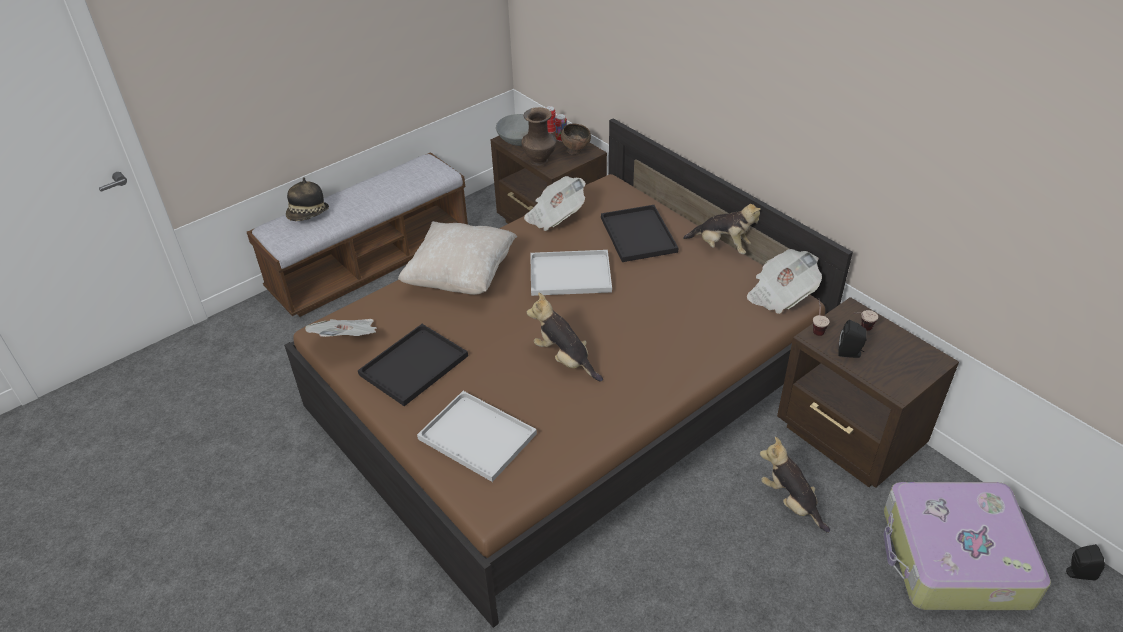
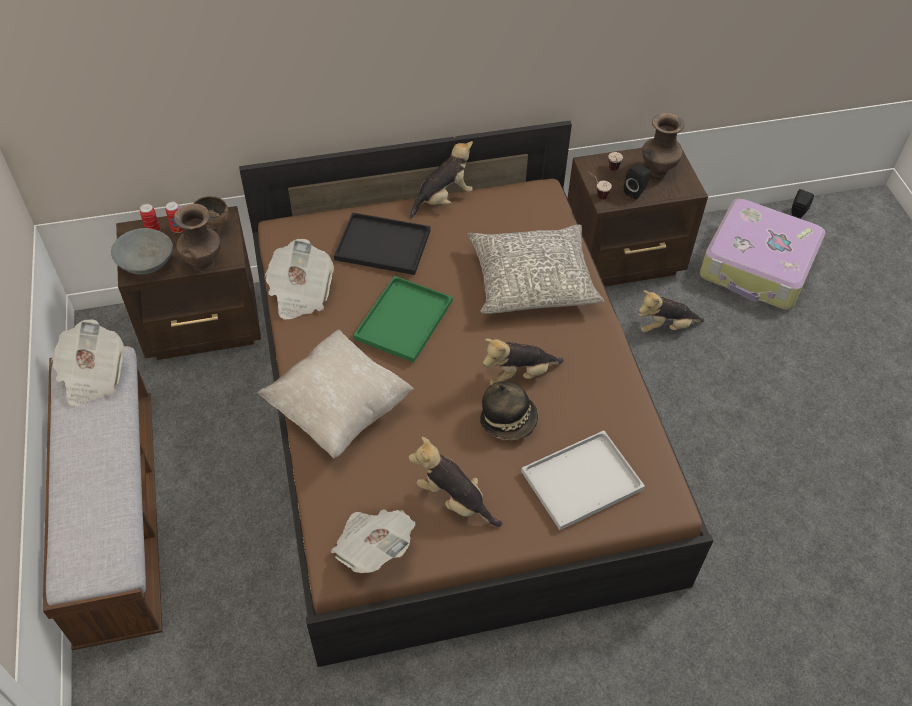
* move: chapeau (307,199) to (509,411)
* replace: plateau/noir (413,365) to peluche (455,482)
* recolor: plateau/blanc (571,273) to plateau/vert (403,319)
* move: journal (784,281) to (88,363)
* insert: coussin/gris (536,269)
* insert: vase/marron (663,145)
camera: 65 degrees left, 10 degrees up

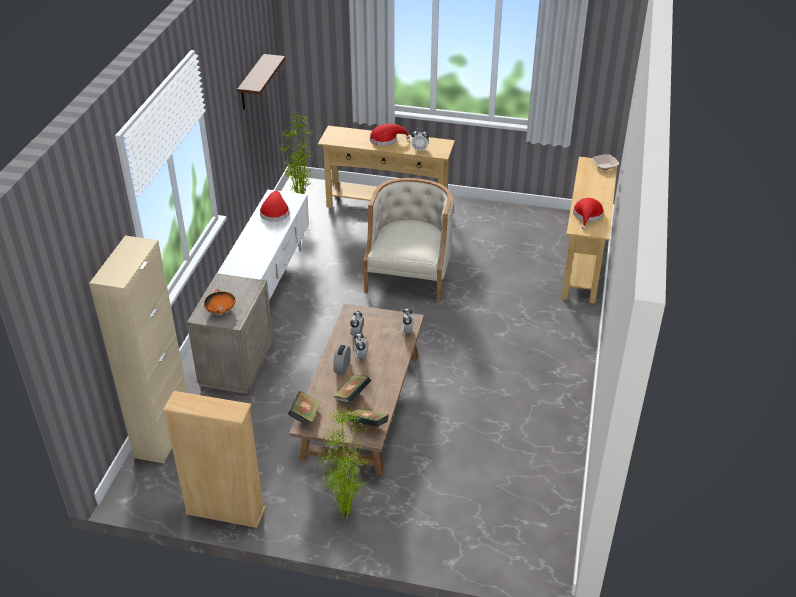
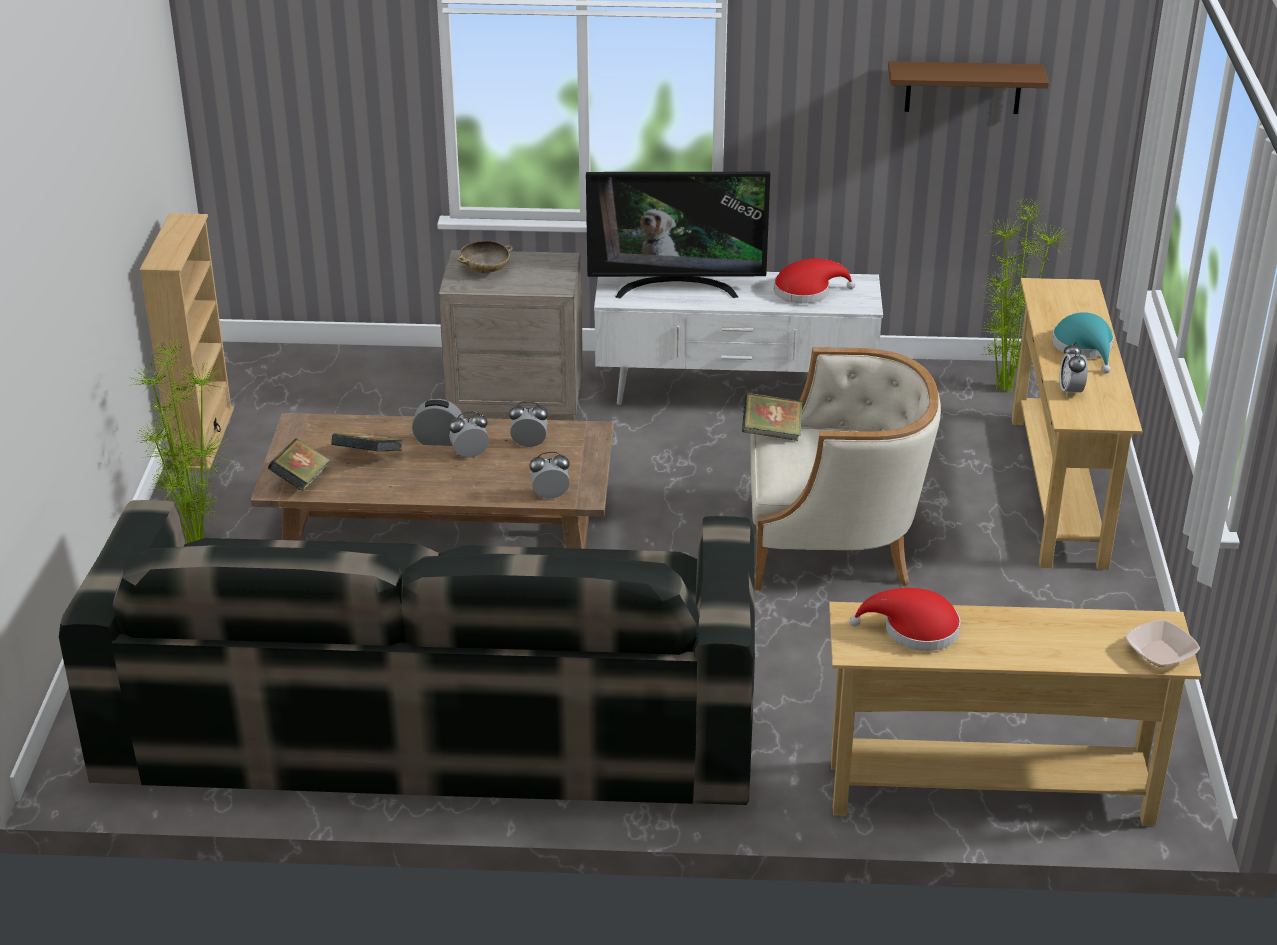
* delete: meuble de rangement/beige (138,350)
* recolor: bol/orange (220,301) to bol/beige (485,257)
* move: livre (304,409) to (772,416)
* recolor: chapeau/rouge (390,135) to chapeau/turquoise (1083,343)
* insert: canapé (407,652)
* insert: téléviseur (678,235)
camera: 80 degrees right, 5 degrees down

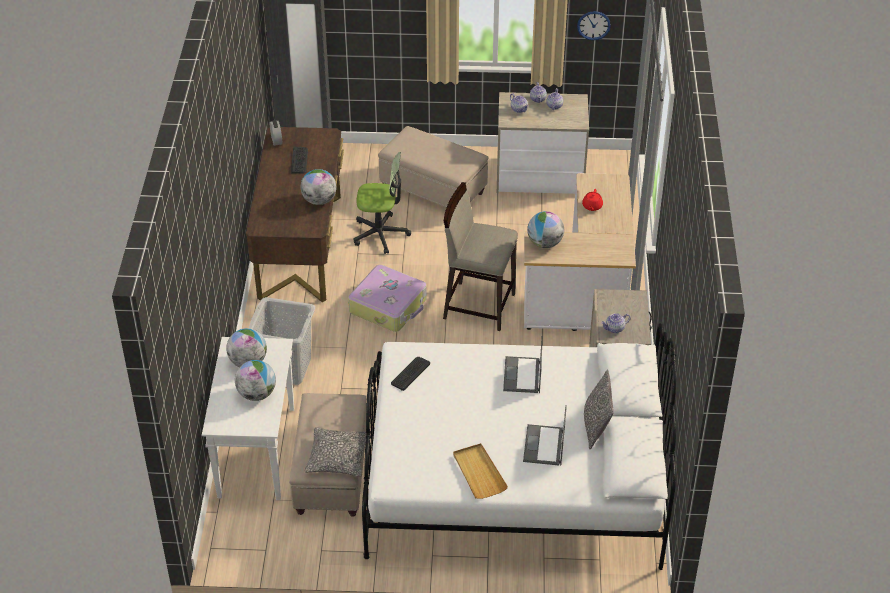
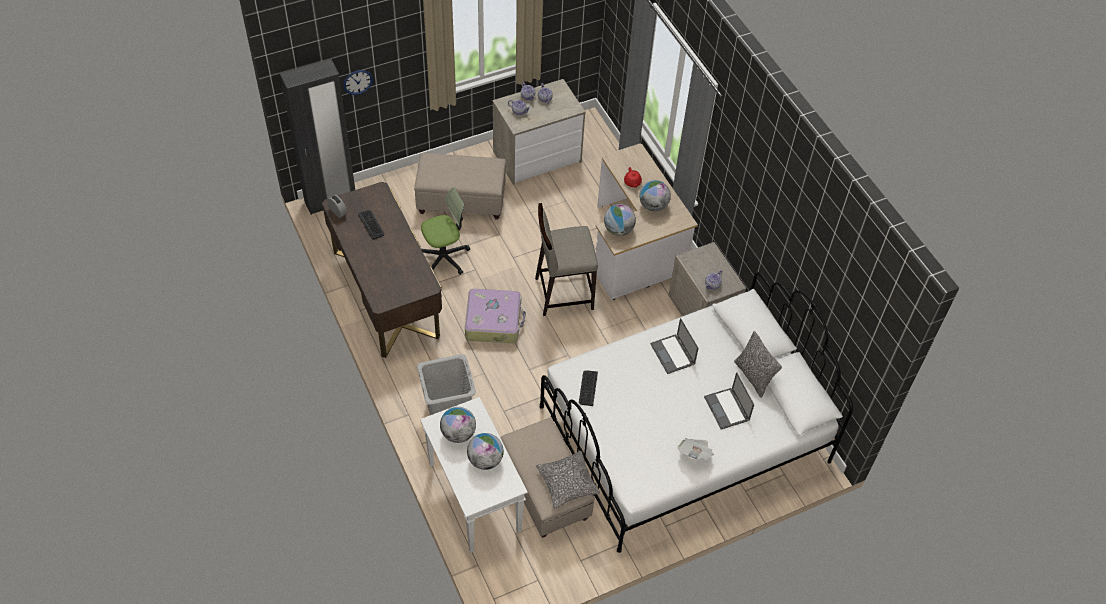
* move: globe (318,187) to (655,196)
* replace: plateau/beige (480,471) to journal (696,449)
* move: horloge murale (594,25) to (358,82)
camera: 30 degrees left, 10 degrees up

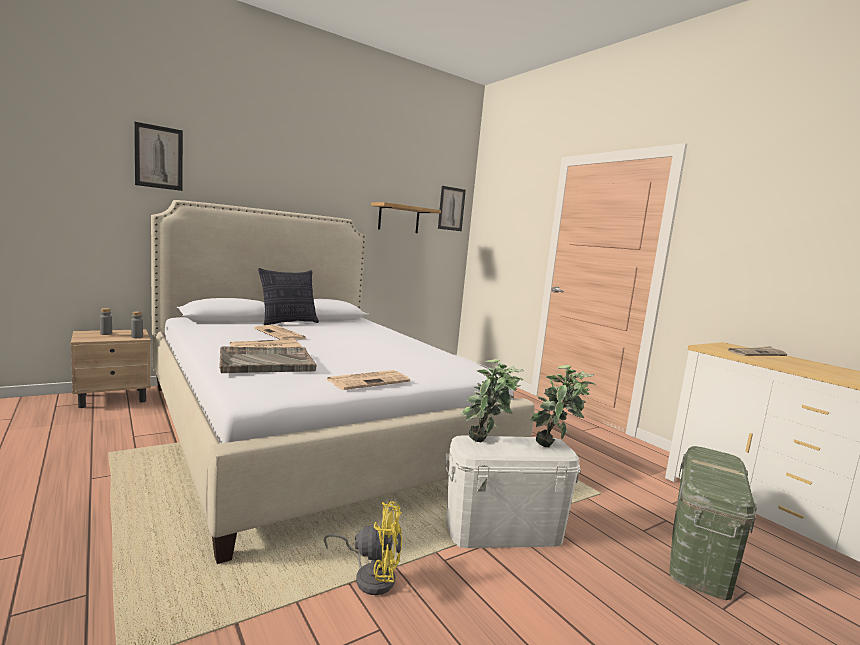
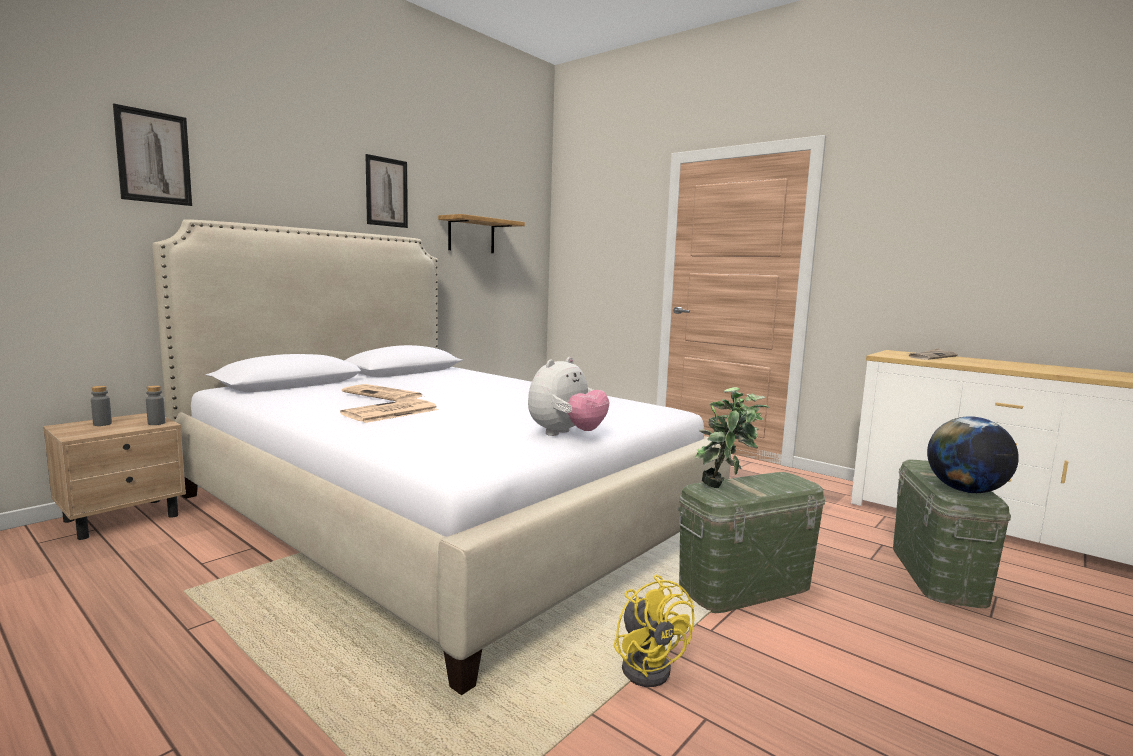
* delete: plateau/gris (267,359)
* delete: coussin (288,296)
* rotate: ventilateur/jaune (363,548) = (654,631) 75 degrees clockwise
* replace: journal (368,380) to peluche (568,396)
* move: tableau (452,208) to (386,191)
* recolor: boîte de rangement/blanc (513,491) to boîte de rangement/vert (751,542)
* delete: plante en pot (563,406)
* insert: globe (973,454)
camera: 15 degrees left, 0 degrees up

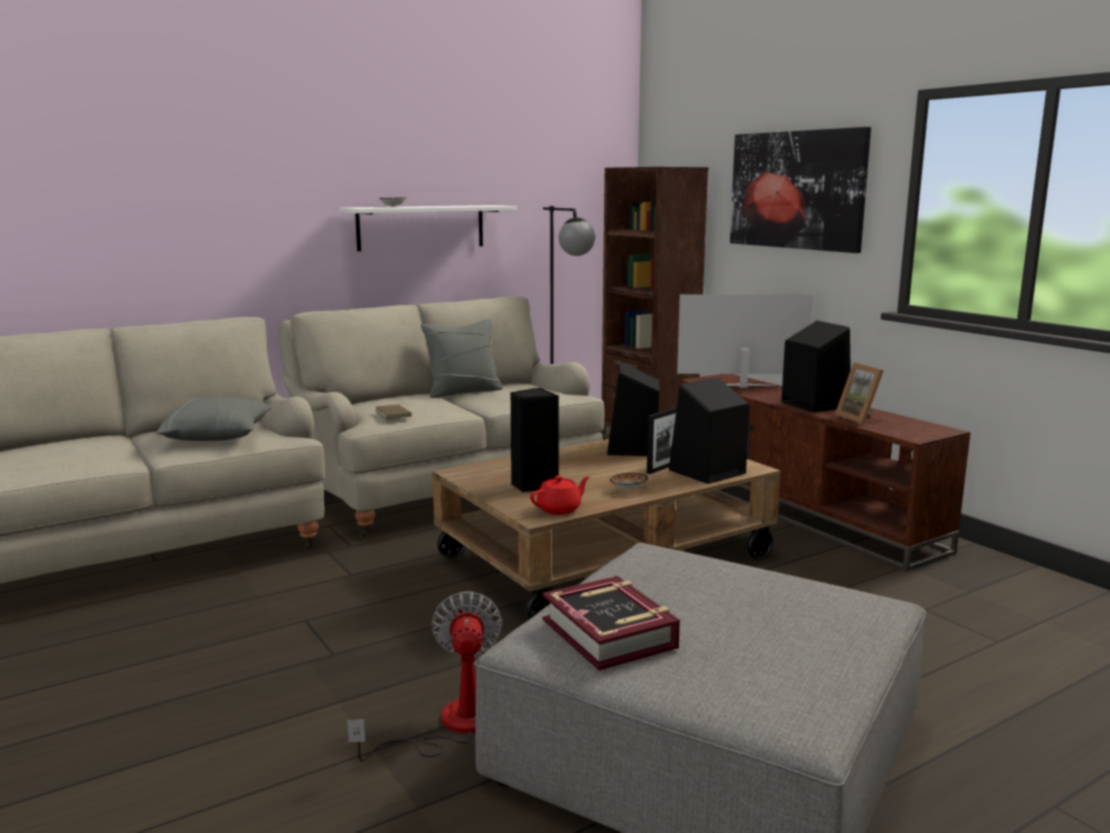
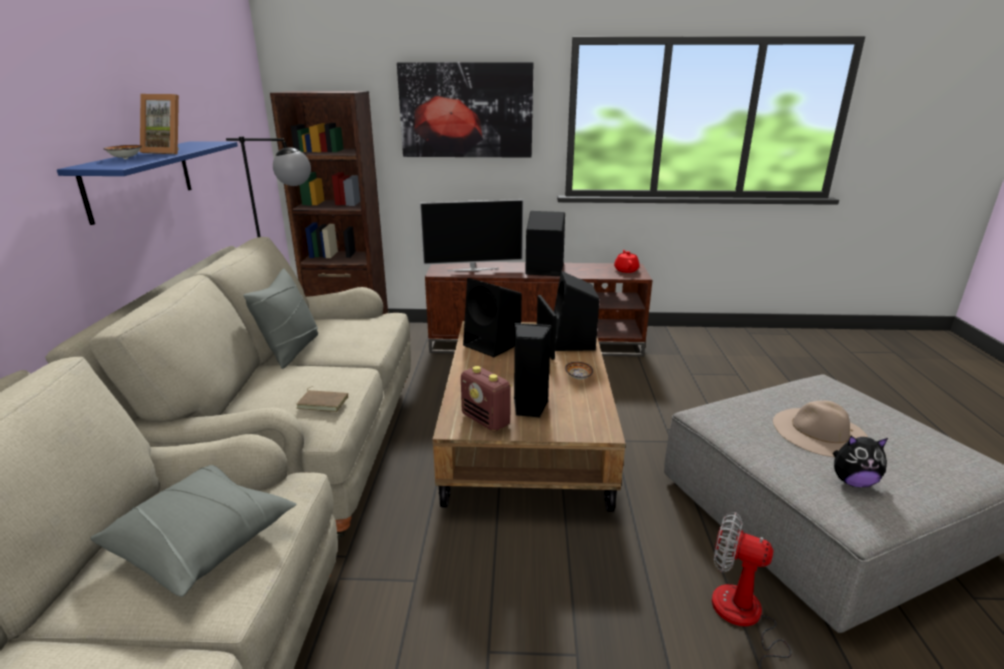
* recolor: étagère/blanc (428,228) to étagère/bleu (147,183)
* move: théière/rouge (560,495) to (627,261)
* replace: livre (611,623) to peluche (860,461)
* rotate: téléviseur (745,341) = (471,235) 135 degrees counterclockwise
* move: cadre photo (859,393) to (159,124)
* insert: radio (486,399)
* insert: chapeau/beige (820,429)
camera: 55 degrees left, 10 degrees up

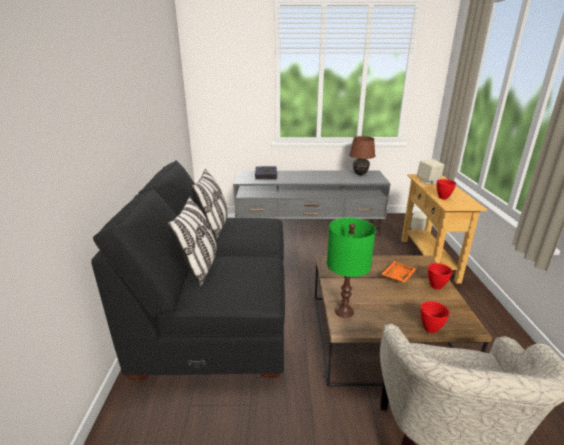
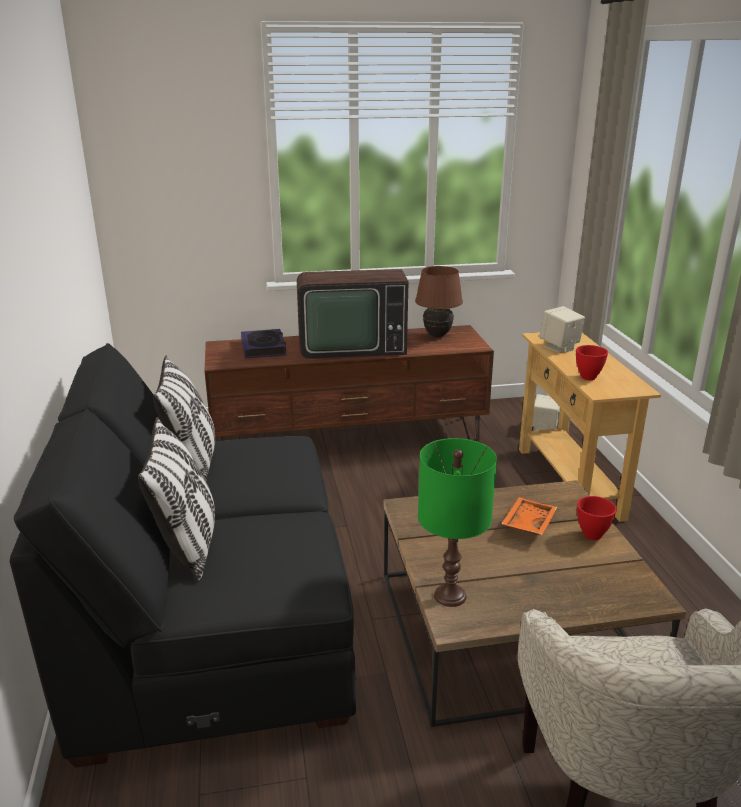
* recolor: meuble télé/gris (312,202) to meuble télé/marron (349,383)
* delete: bol/rouge (435,317)
* insert: téléviseur (353,314)
camera: 10 degrees left, 0 degrees up

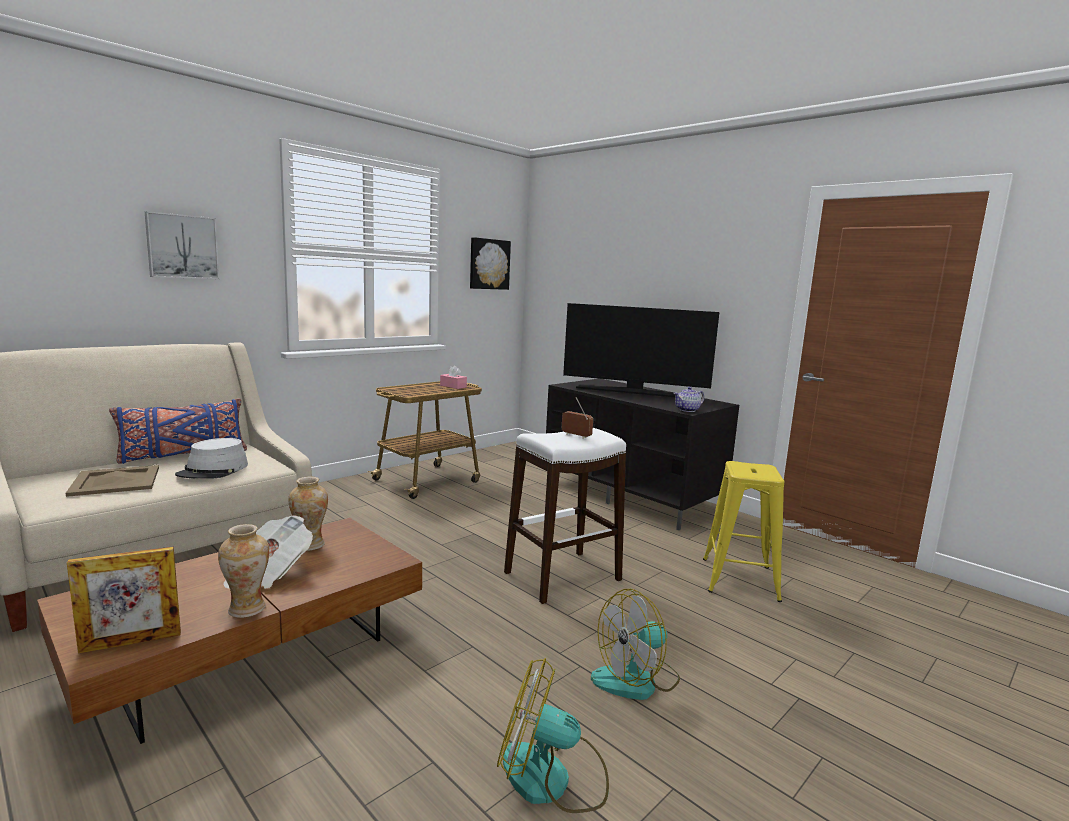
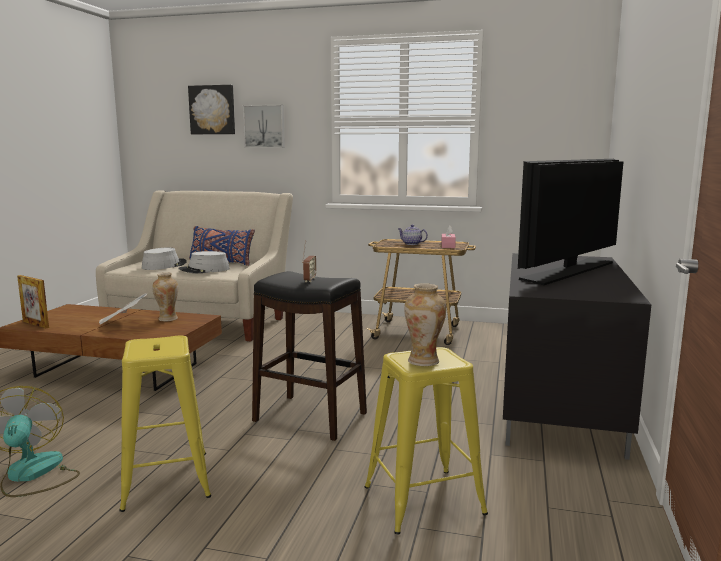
* replace: plateau/beige (112,481) to chapeau/gris (164,258)
* move: vase (243,571) to (425,324)
* move: tableau (490,263) to (211,109)
* recolor: tabouret/blanc (565,516) to tabouret/noir (309,356)
* rotate: téléviseur (641,350) = (571,222) 60 degrees clockwise
* replace: ventilateur (635,644) to tabouret/jaune (165,423)
* move: théière (688,399) to (412,235)
camera: 60 degrees right, 0 degrees up

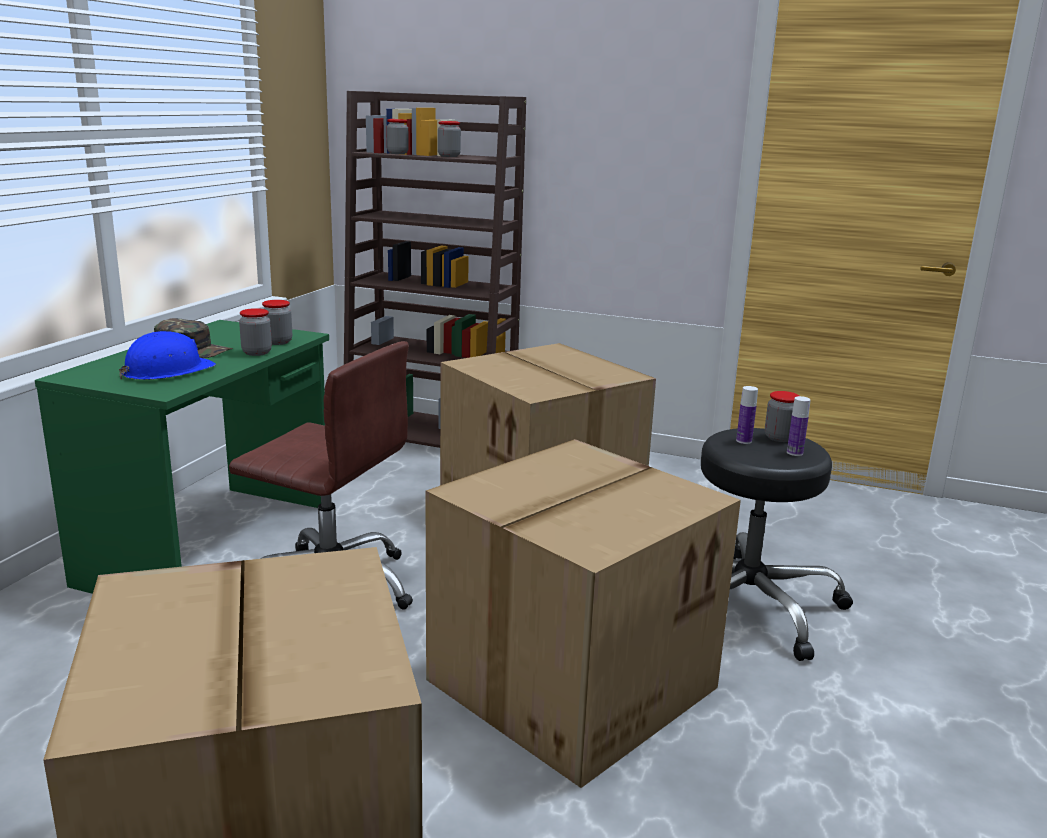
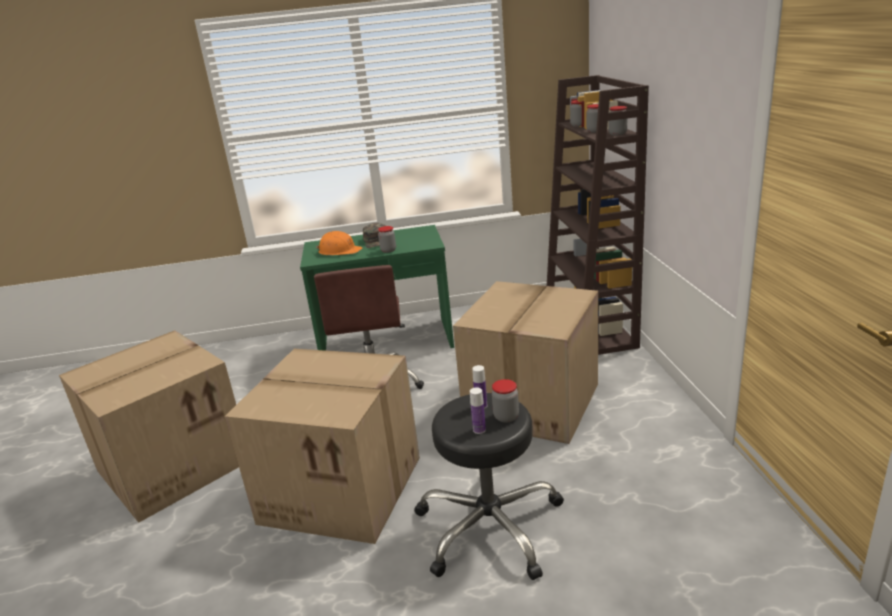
* recolor: casque de chantier/bleu (167,355) to casque de chantier/orange (339,243)
* move: bocal (277,322) to (617,120)
camera: 65 degrees right, 5 degrees up

